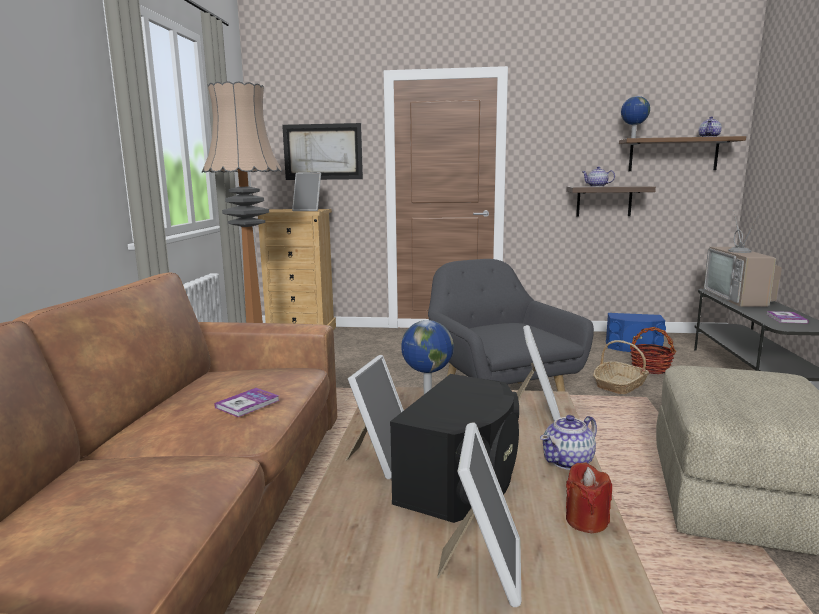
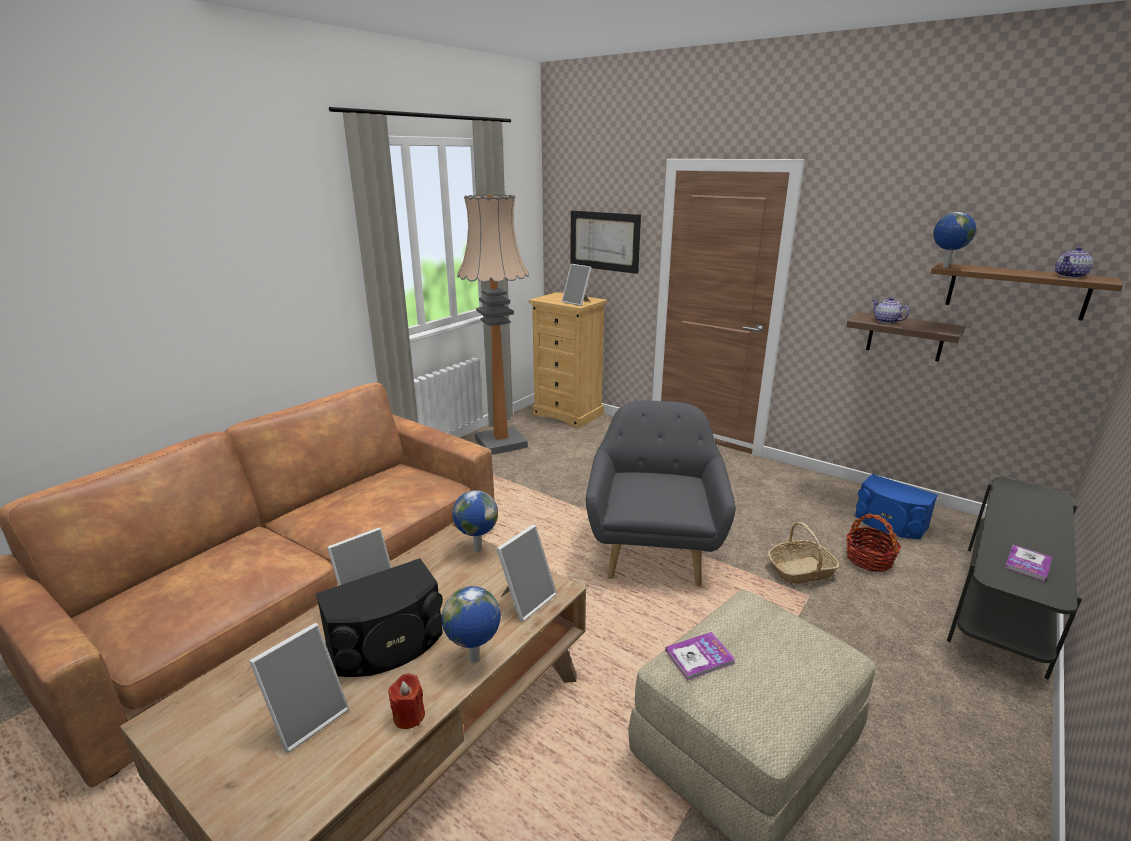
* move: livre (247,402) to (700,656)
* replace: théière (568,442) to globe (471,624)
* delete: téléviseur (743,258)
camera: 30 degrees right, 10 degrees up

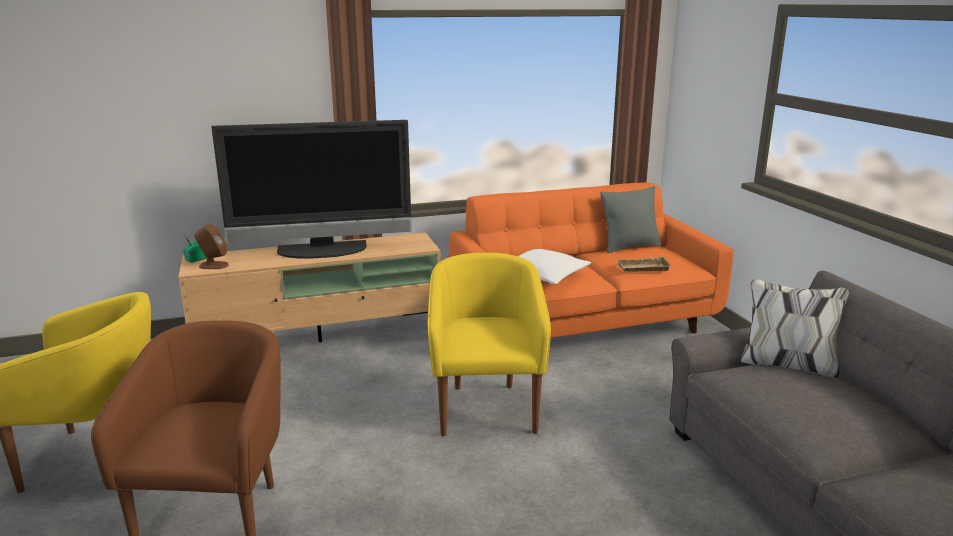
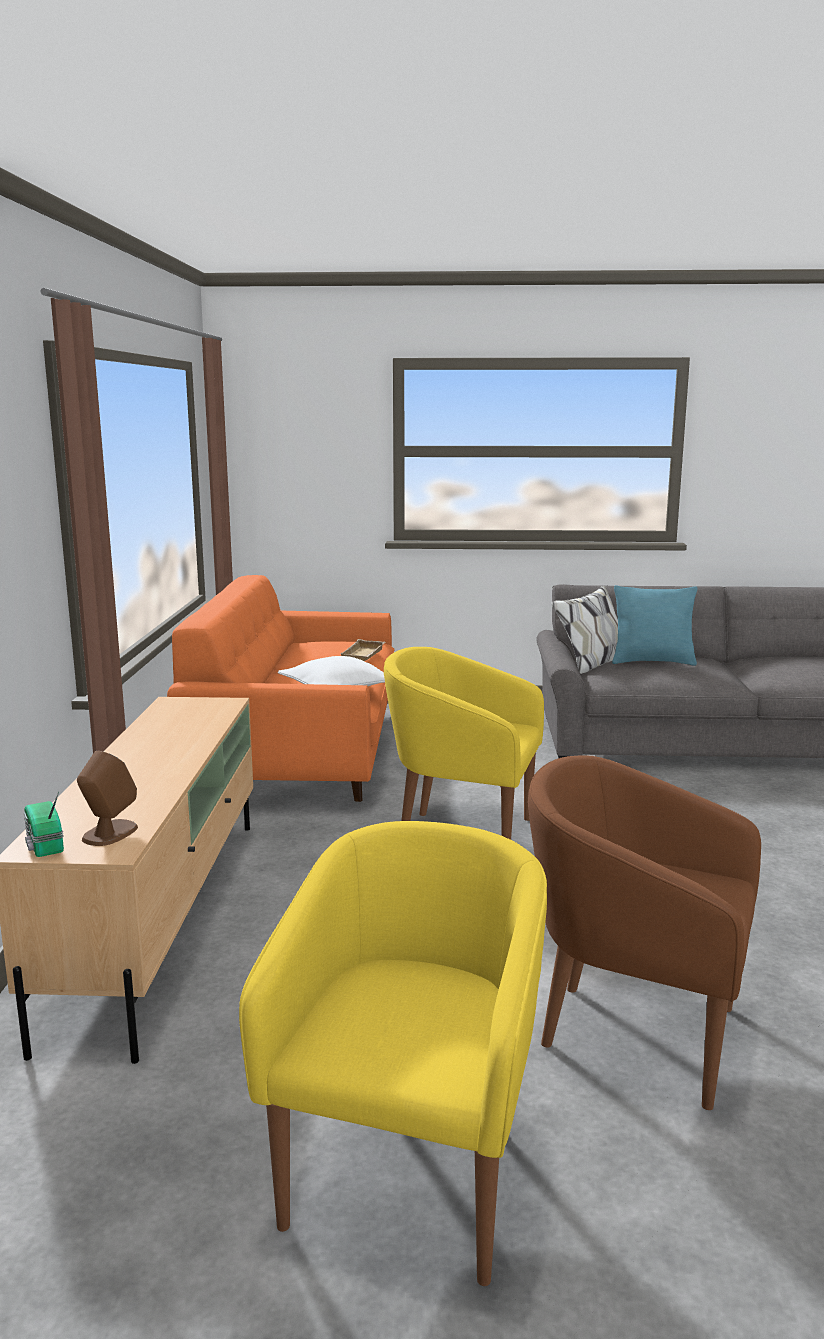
* delete: téléviseur (312,189)
* delete: coussin/gris (631,219)
* insert: coussin/turquoise (654,625)
camera: 70 degrees left, 5 degrees down

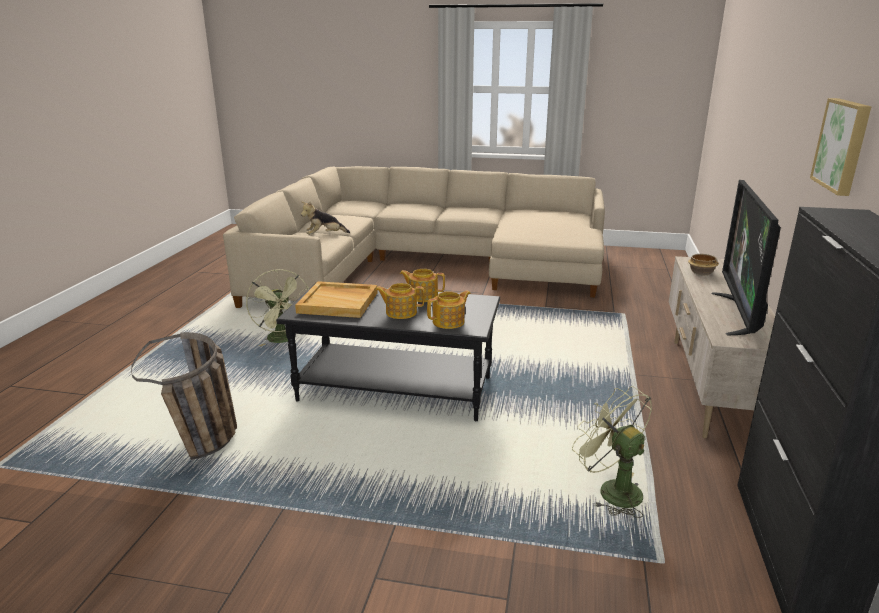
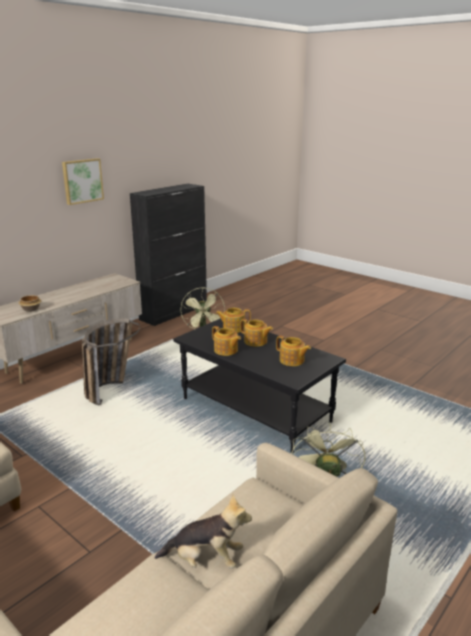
* move: panier (184,396) to (111,362)
* replace: plateau/beige (336,299) to théière (293,351)
* delete: téléviseur (746,258)
camera: 150 degrees left, 0 degrees up

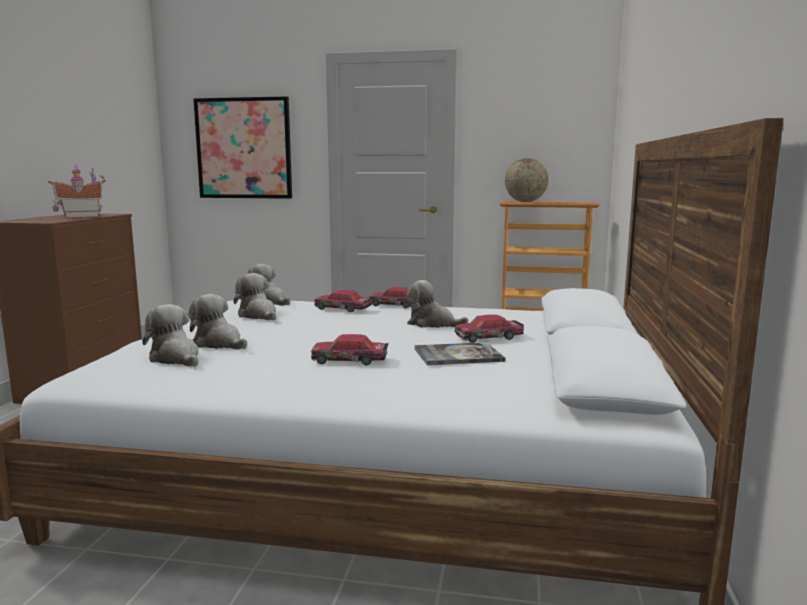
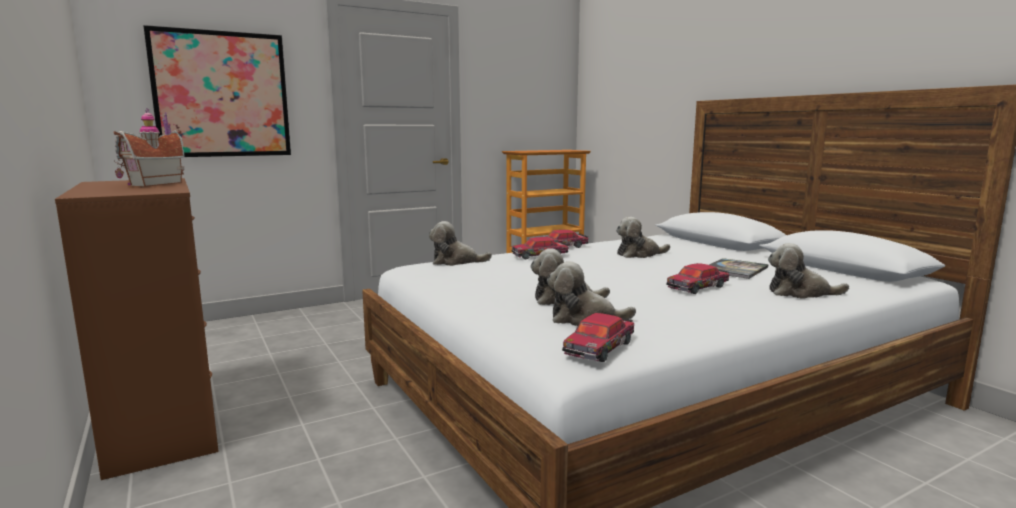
* move: peluche (255,297) to (808,271)
* move: petite voiture (489,329) to (598,337)
* delete: globe (526,180)
camera: 40 degrees left, 0 degrees up

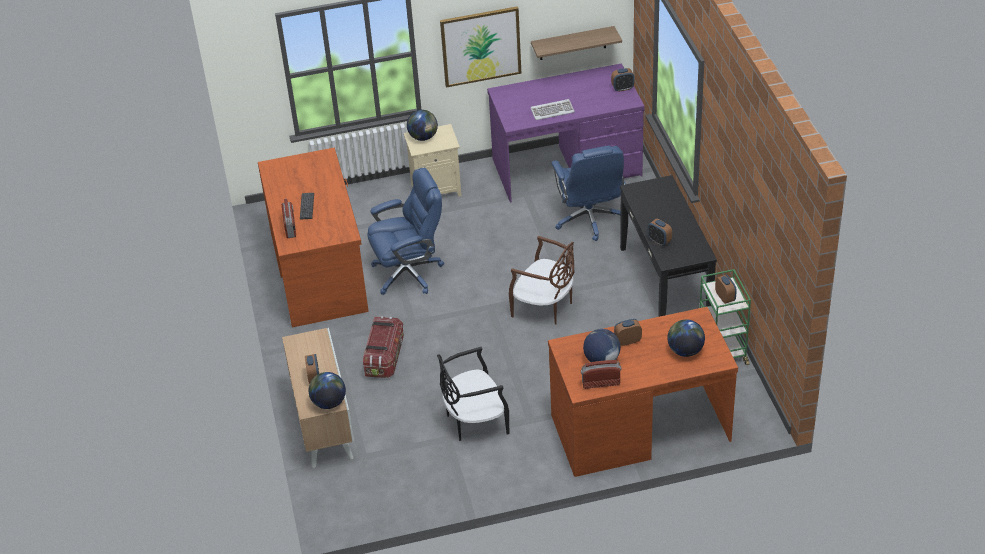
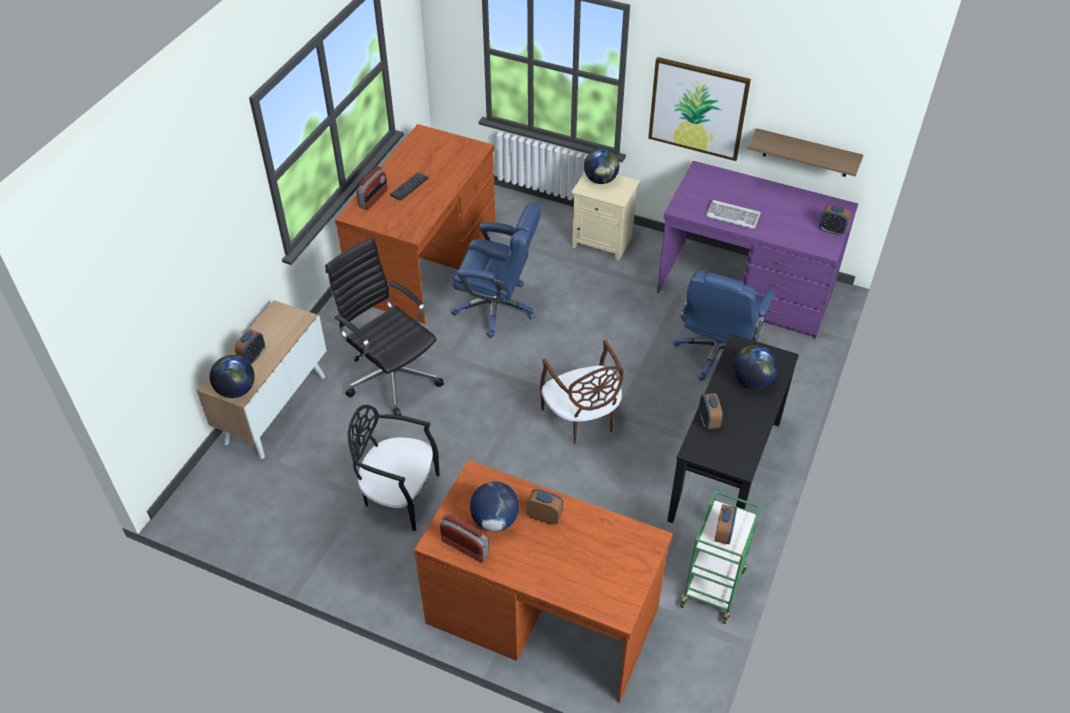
* replace: boîte de rangement (383,347) to chaise de bureau/noir (384,326)
* move: globe (686,338) to (755,367)
camera: 35 degrees right, 5 degrees up

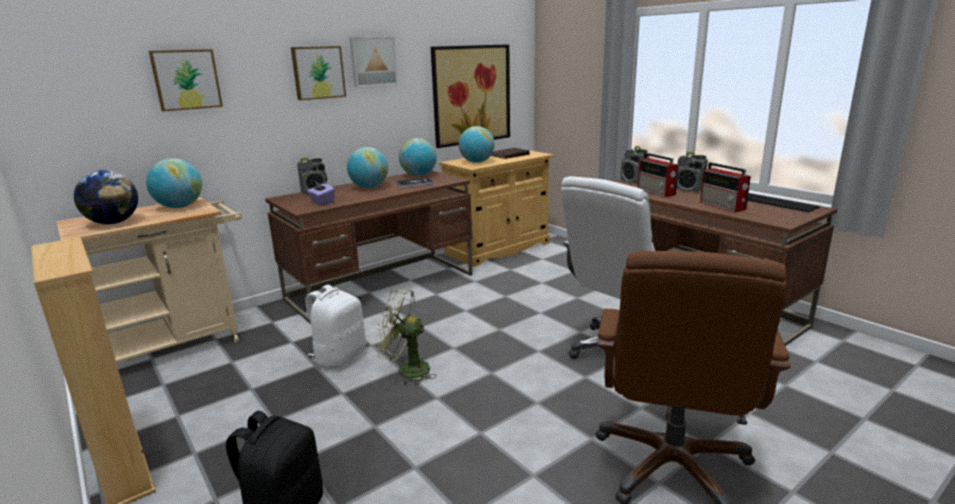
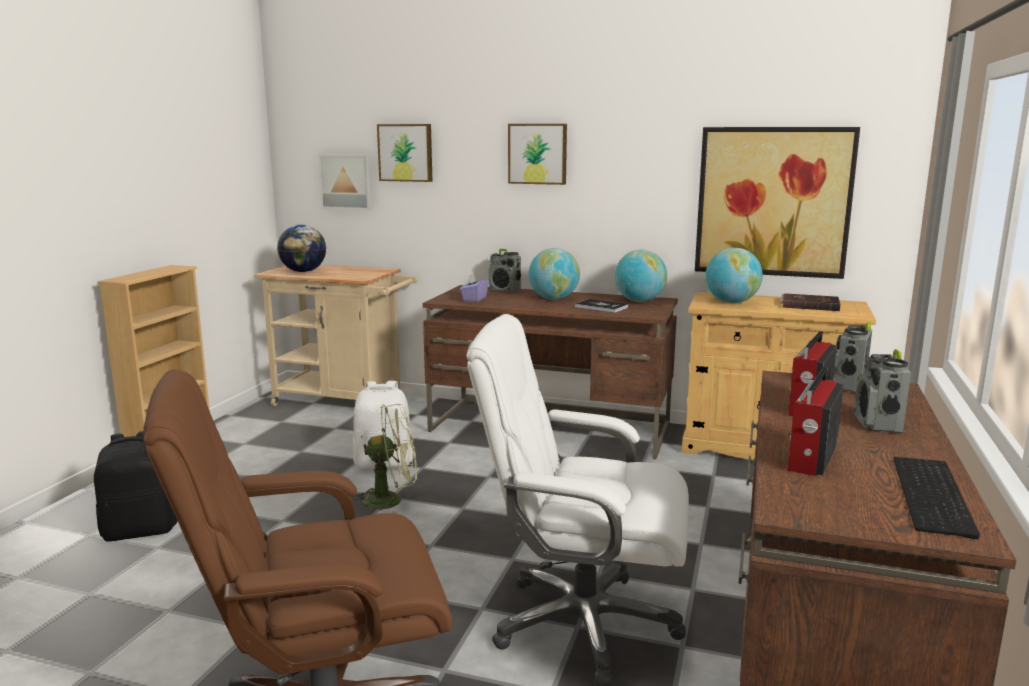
* delete: globe (174,183)
* move: tableau (374,61) to (345,182)
* rotate: ventilateur/vert (406,336) = (384,459) 105 degrees clockwise
camera: 55 degrees right, 5 degrees down

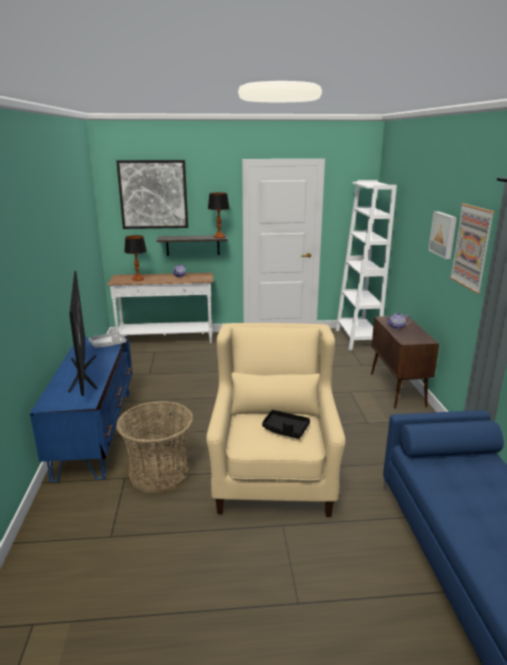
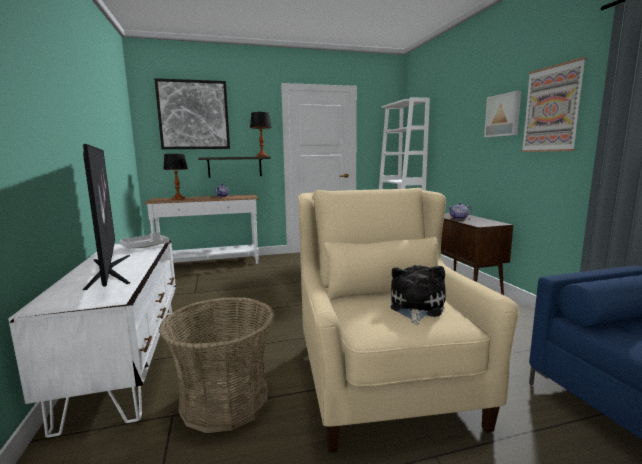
* recolor: meuble télé/bleu (81,409) to meuble télé/blanc (92,339)
* replace: plateau/noir (286,424) to peluche (418,295)
camera: 10 degrees left, 10 degrees down

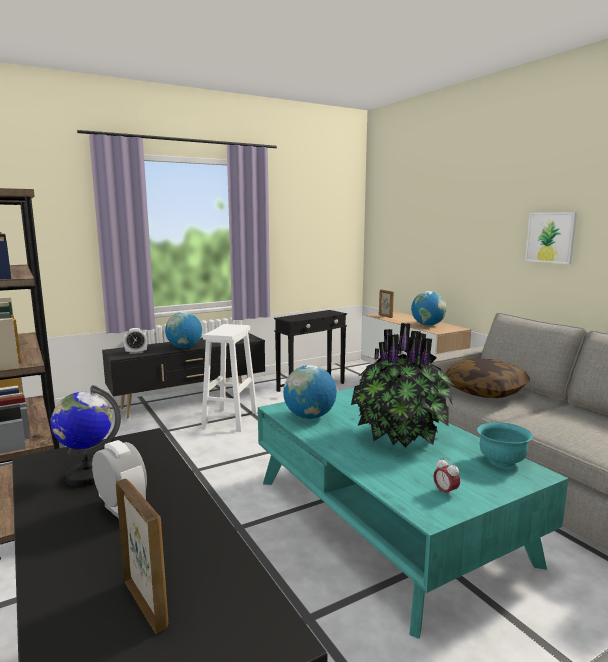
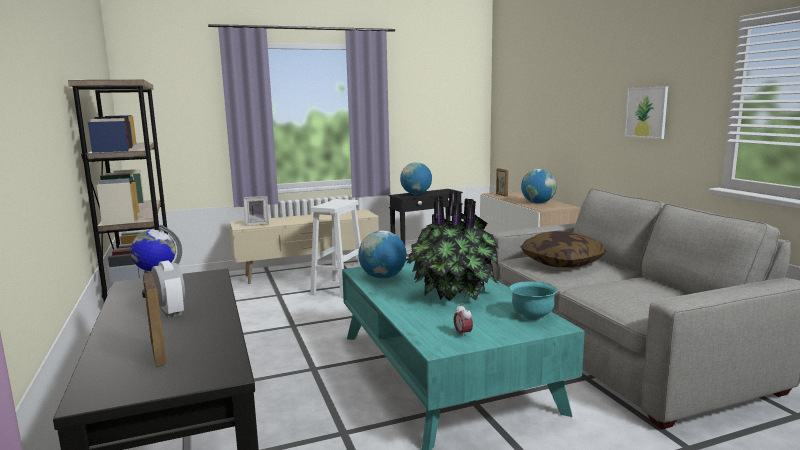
* recolor: meuble télé/noir (183,376) to meuble télé/beige (304,247)
* replace: réveil (135,341) to cadre photo (256,211)
* move: globe (183,330) to (416,178)
camera: 10 degrees right, 0 degrees up

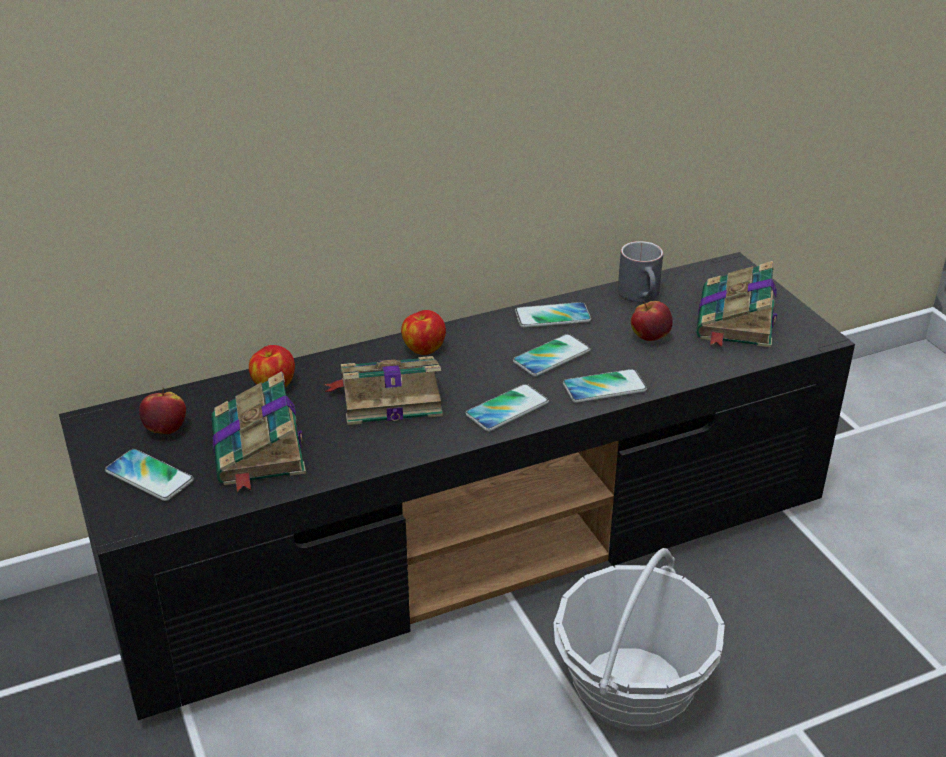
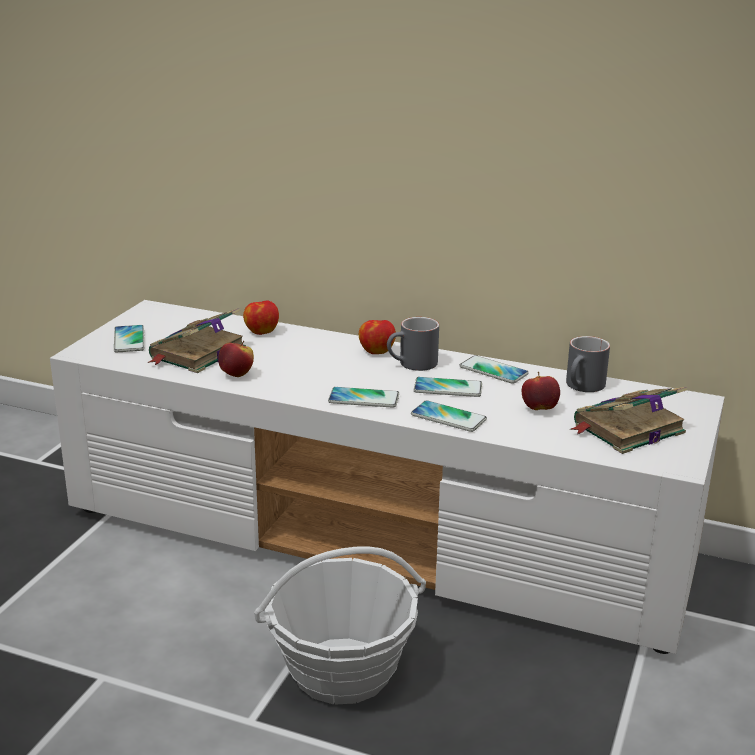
* recolor: meuble télé/noir (457,486) to meuble télé/blanc (387,477)
* move: pomme (162,411) to (236,359)
* delete: livre (383,390)
* insert: mug/gris (413,344)
camera: 45 degrees right, 10 degrees down

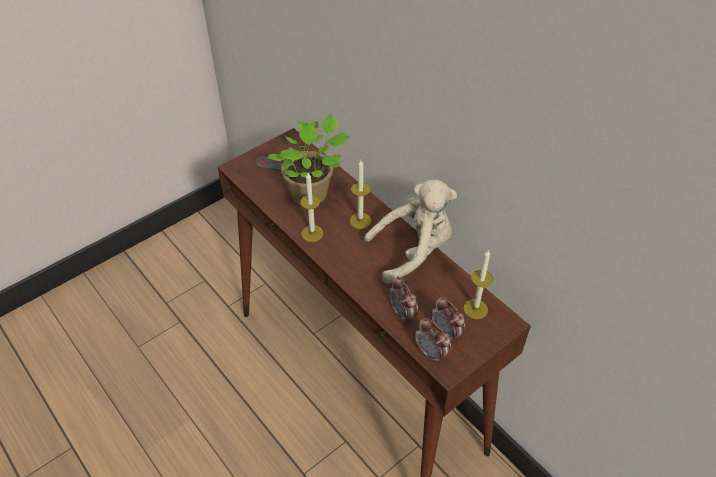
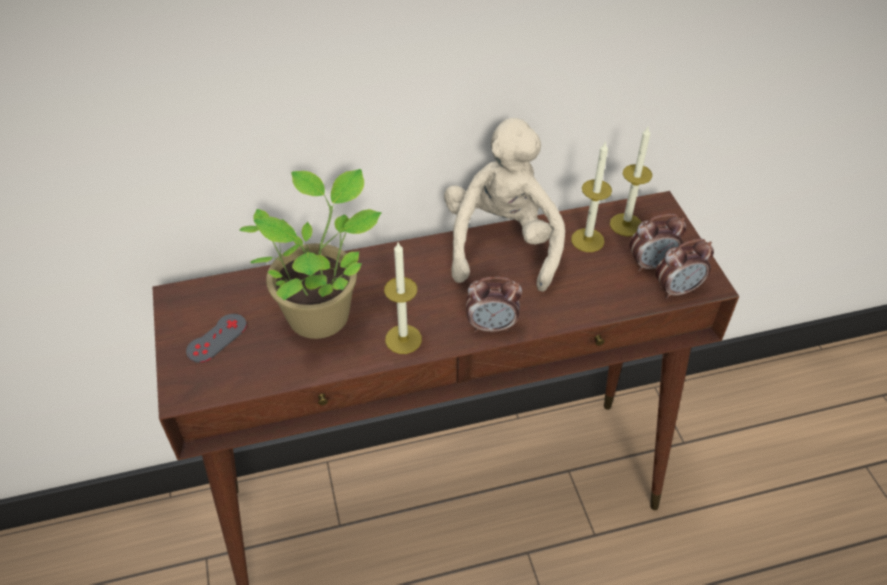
* move: bougie (360,194) to (591,196)
* move: réveil (403,299) to (494,304)
camera: 65 degrees left, 0 degrees up

